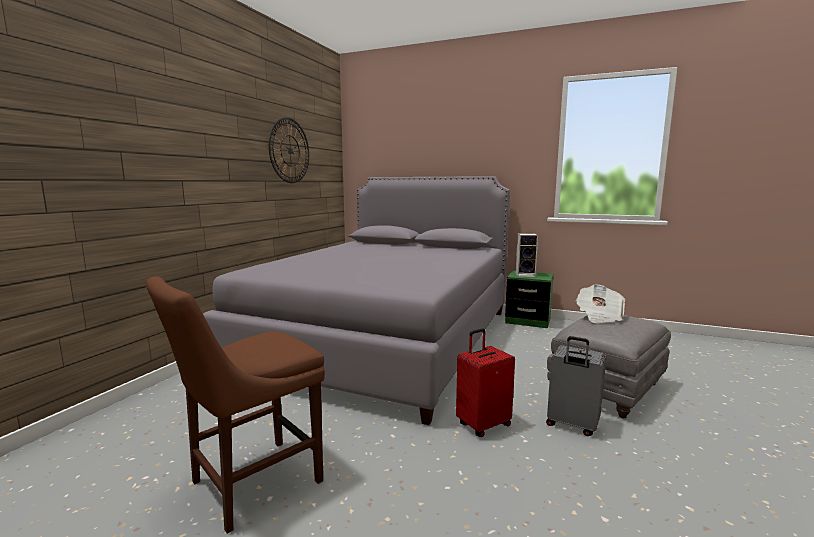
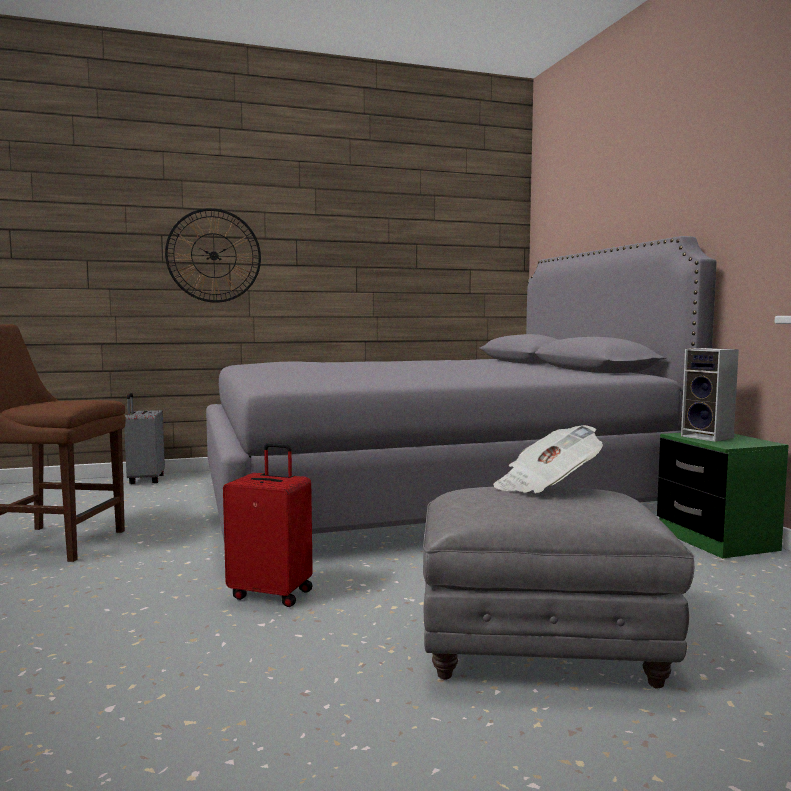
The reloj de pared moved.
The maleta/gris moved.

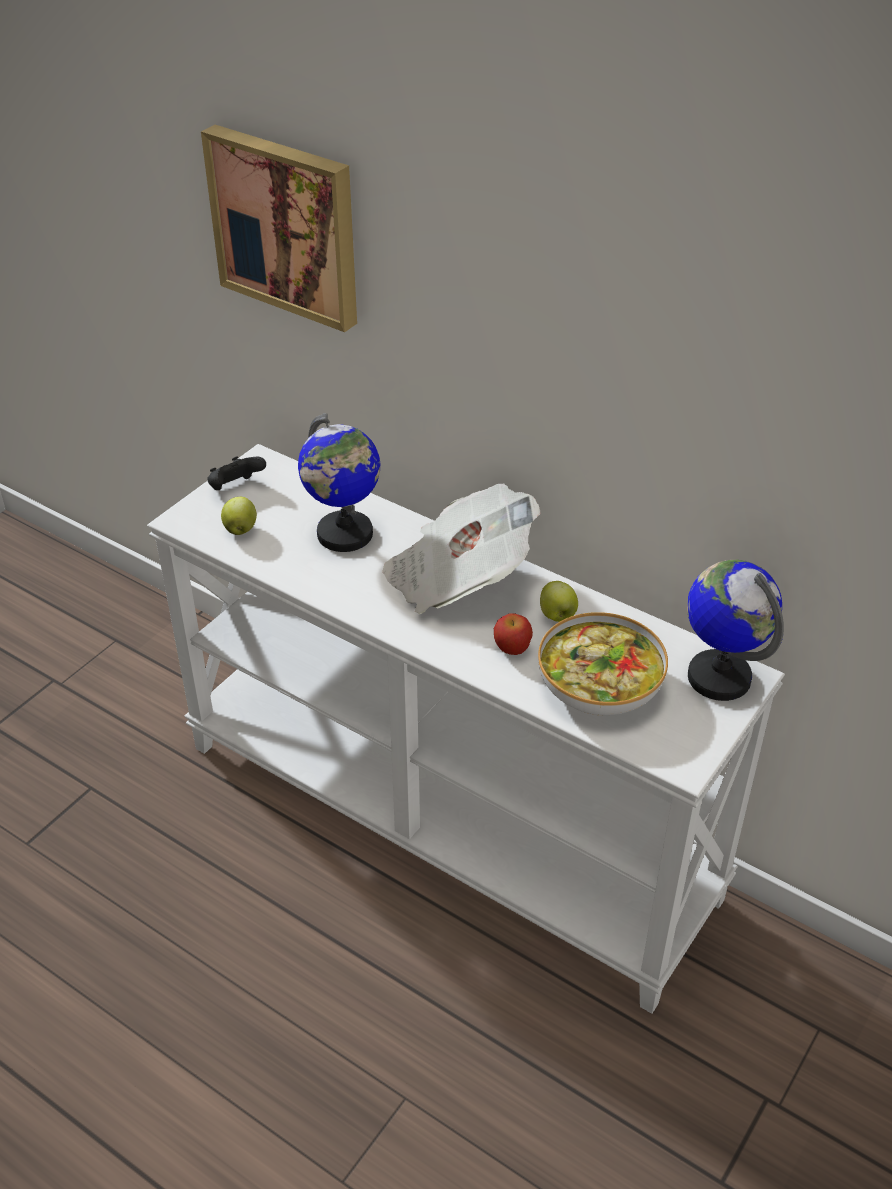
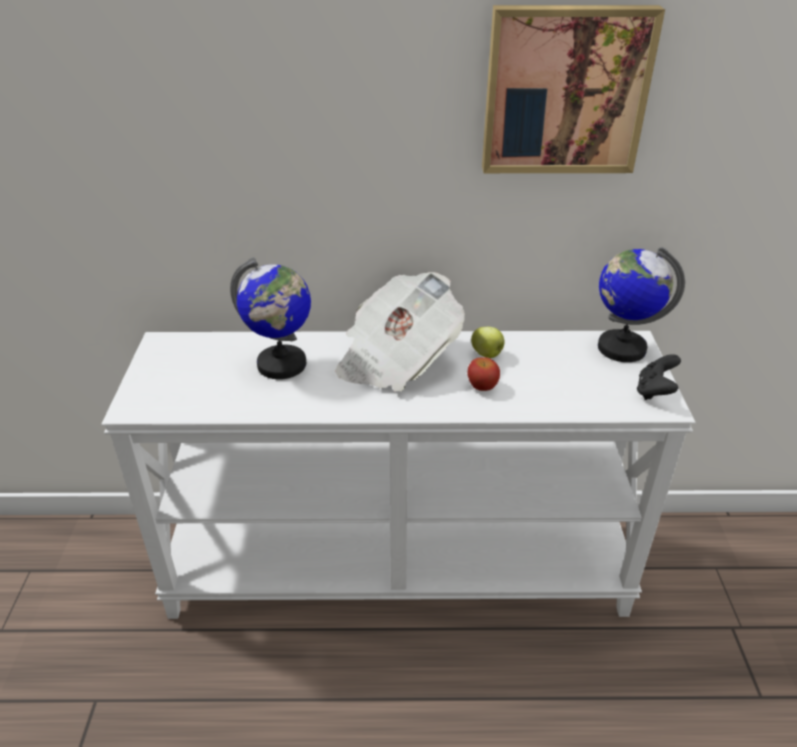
The cuadro moved.
The mando de consola/negro moved.
The manzana (1st from left) disappeared.
The cuenco disappeared.

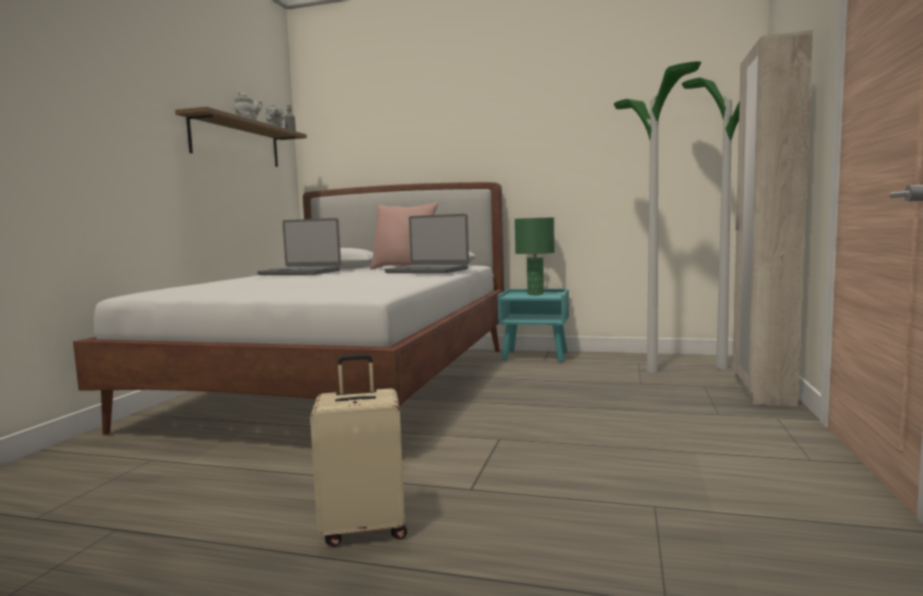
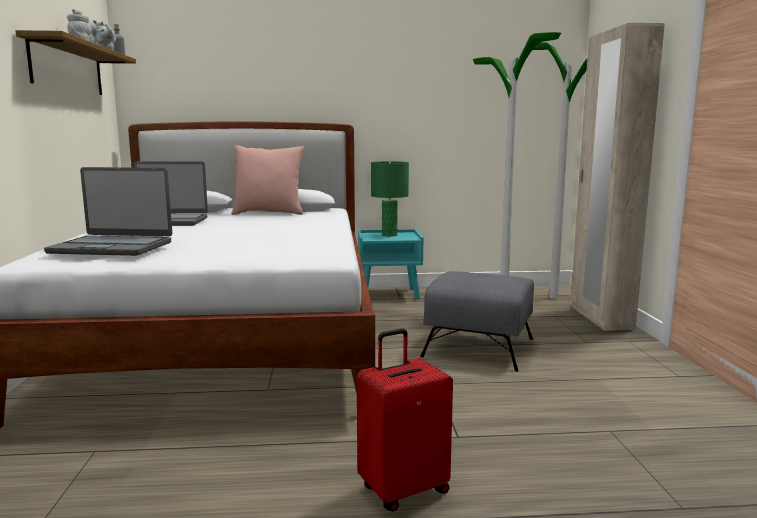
The portátil (2nd from left in the first image) moved.
The maleta/beis became the maleta/rojo.
The puf/gris appeared.

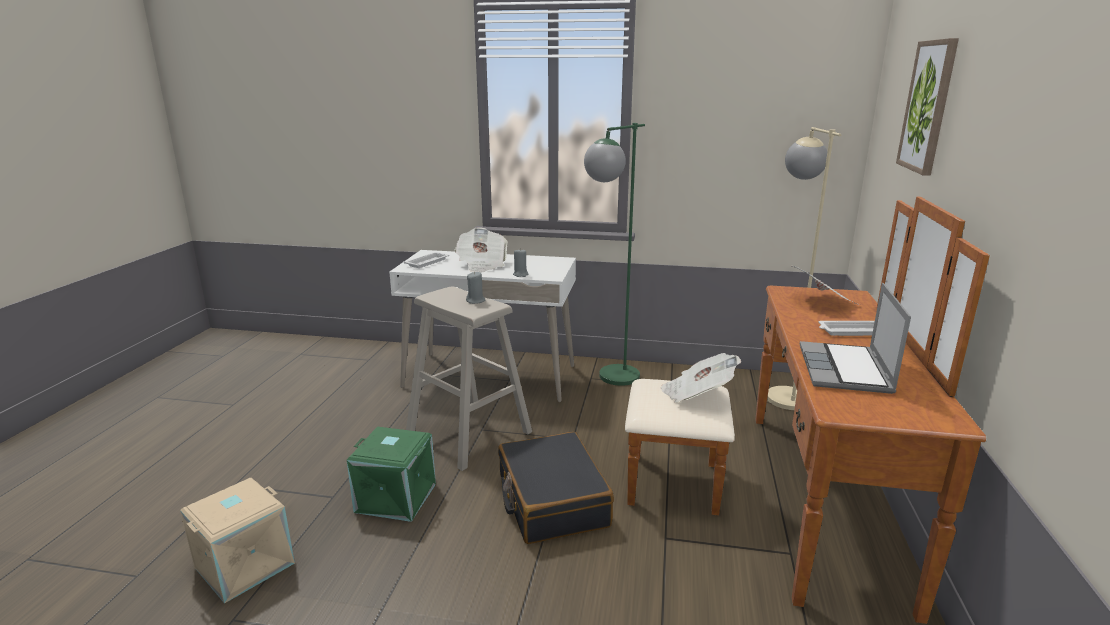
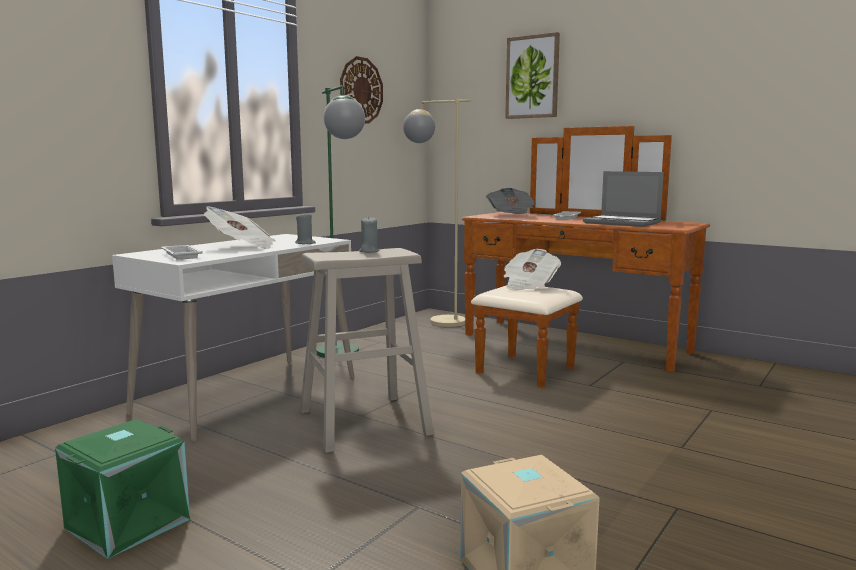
The caja de almacenaje/verde moved.
The maleta/negro disappeared.
The reloj de pared appeared.

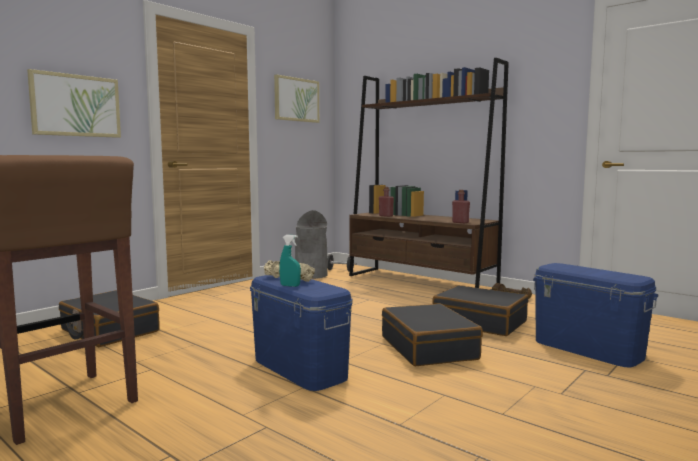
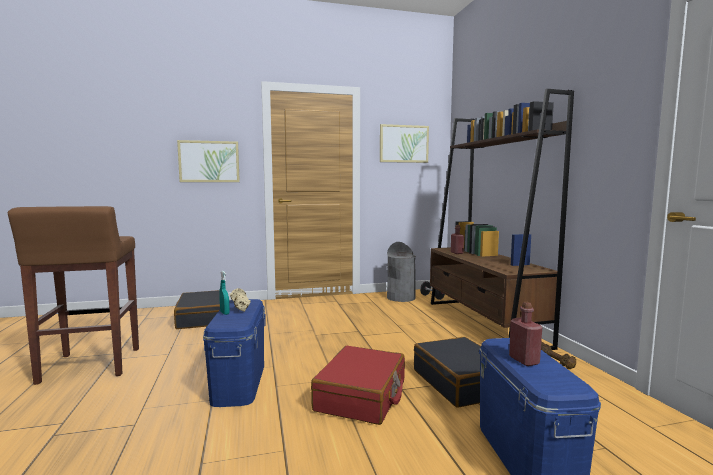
The botella/rojo (2nd from left) moved.
The maleta/negro (2nd from left) became the maleta/rojo.

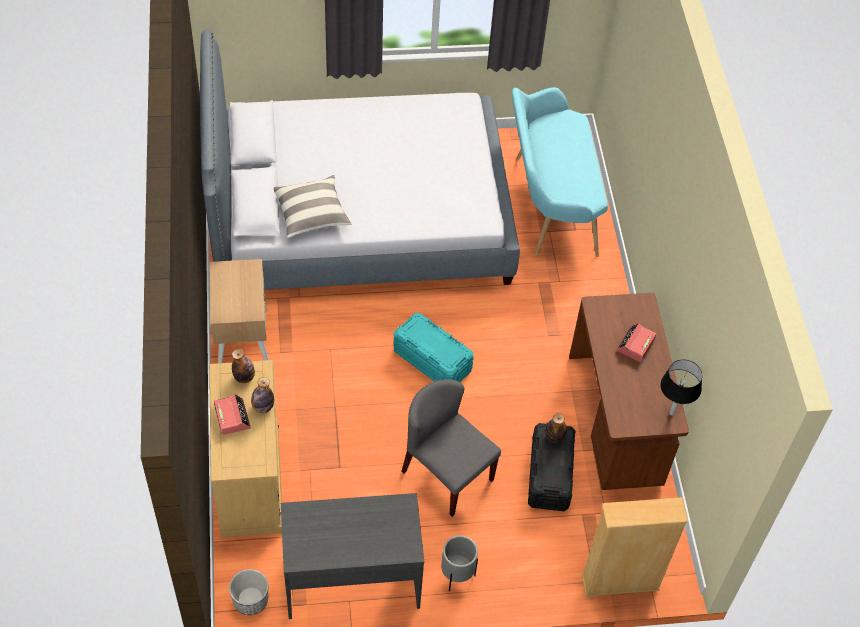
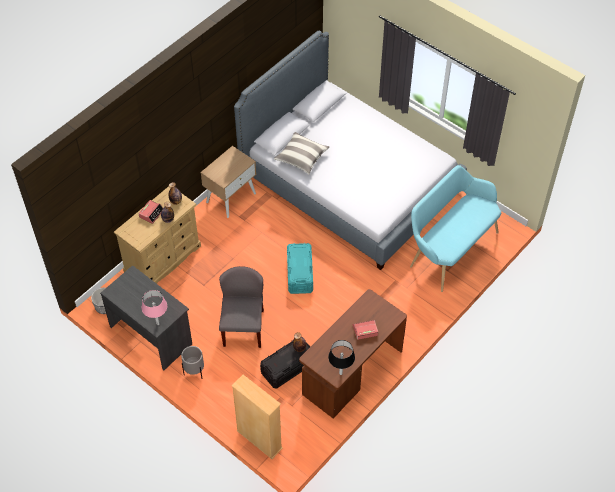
The lámpara de mesa/rosa appeared.

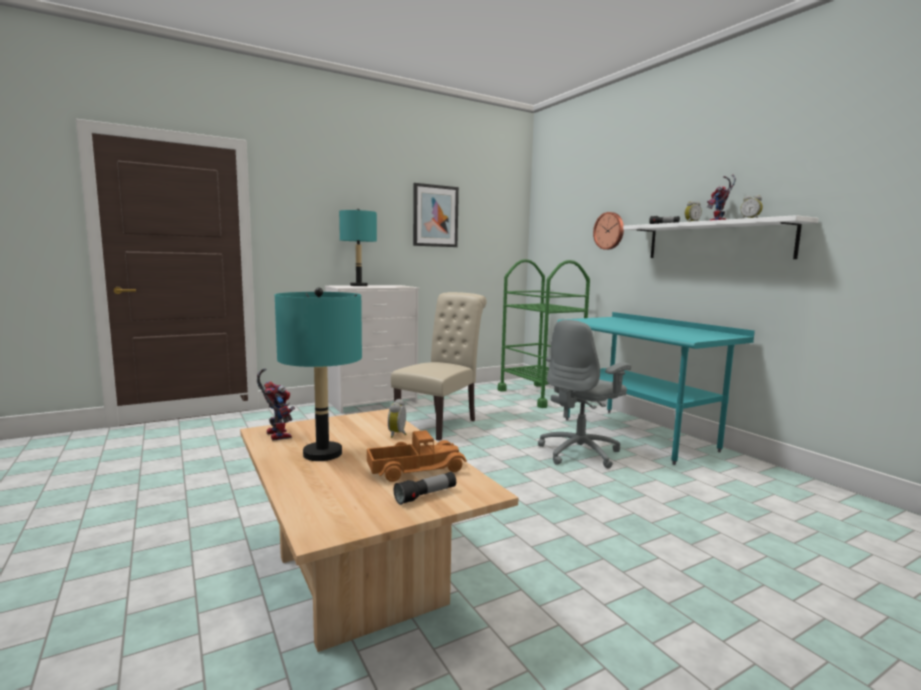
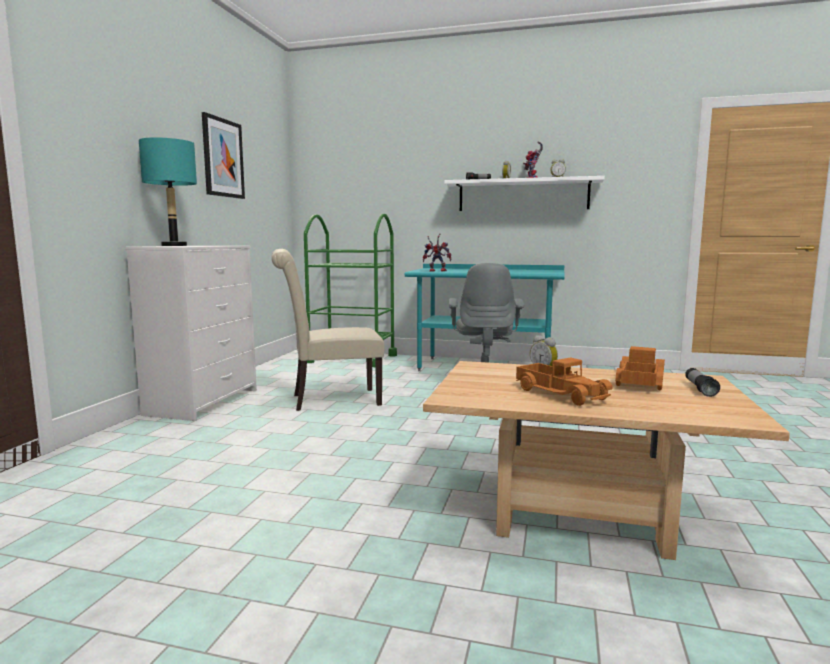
The reloj de pared disappeared.
The lámpara de mesa/turquesa (1st from left) was replaced by the camión de juguete (1st from left).
The silla/beis turned 90 degrees counterclockwise.
The robot de juguete (1st from left) moved.

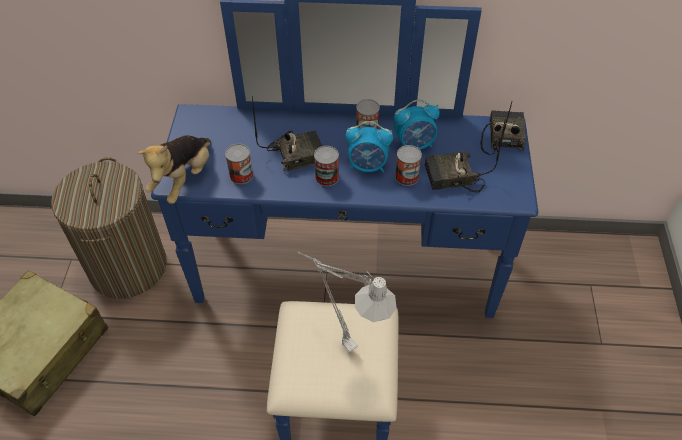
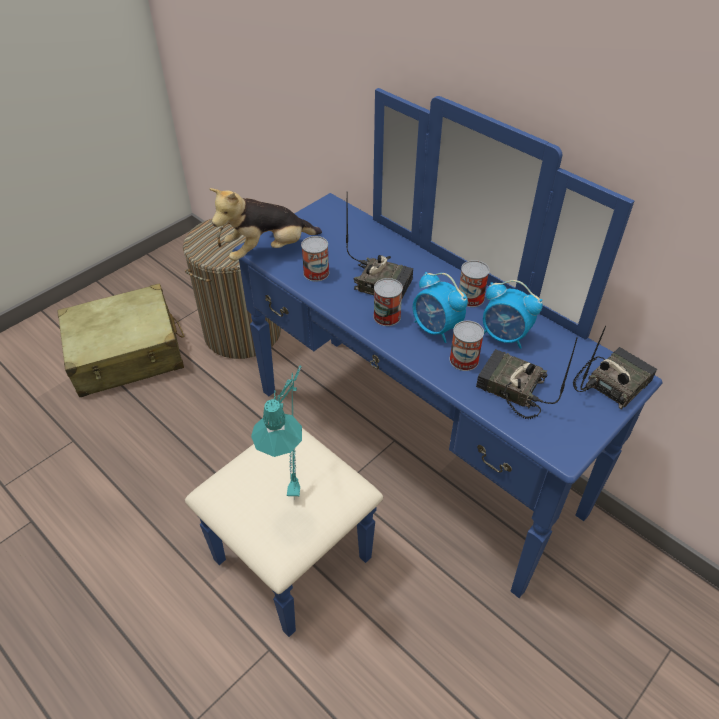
The lámpara de mesa/gris became the lámpara de mesa/turquesa.

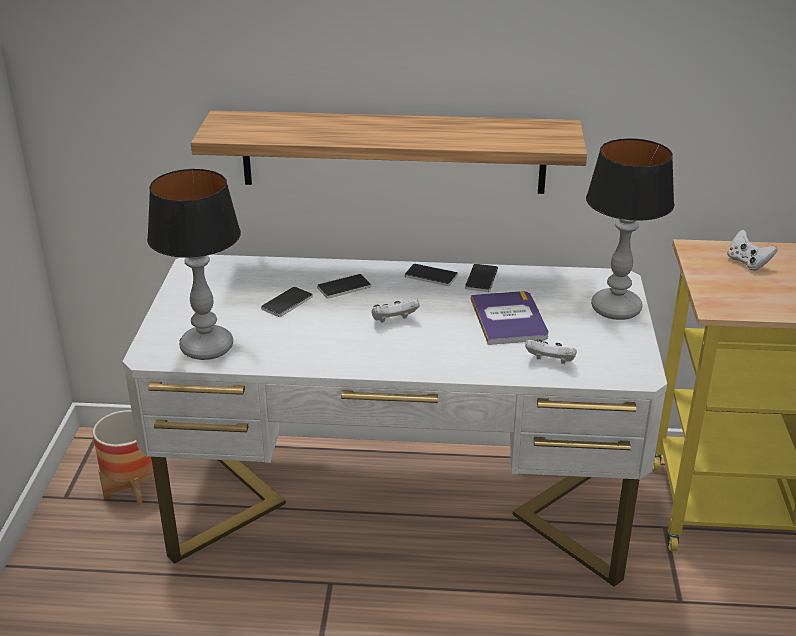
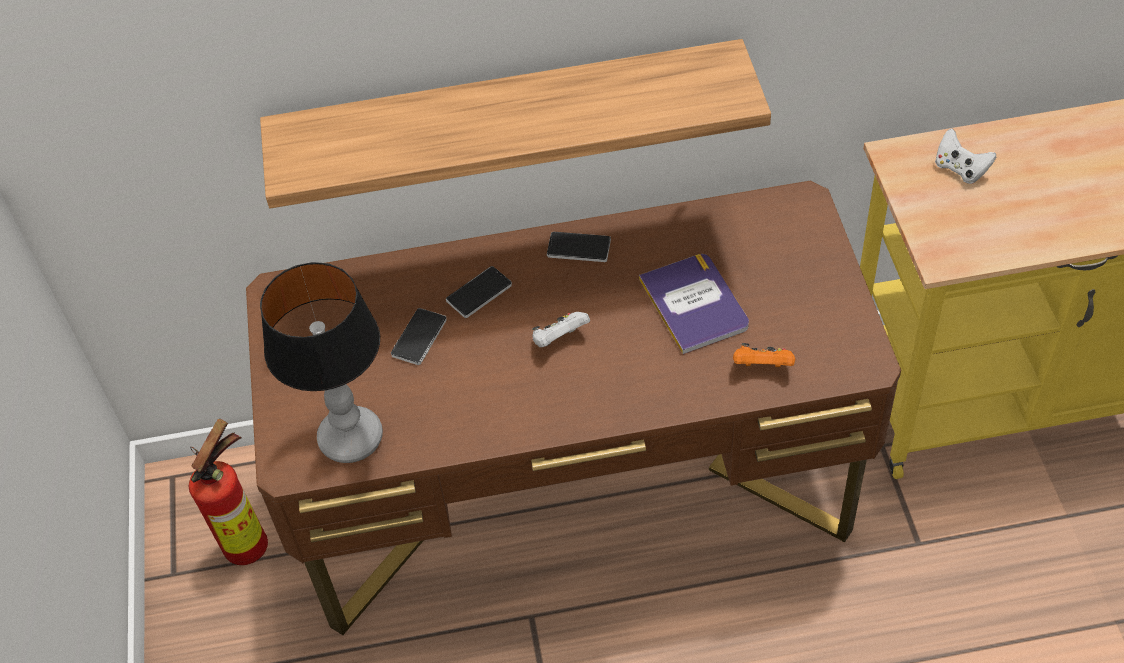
The lámpara de mesa (2nd from left) disappeared.
The escritorio/blanco became the escritorio/marrón.
The móvil (4th from left) disappeared.
The mando de consola/blanco (2nd from left) became the mando de consola/naranja.
The maceta was replaced by the extintor.

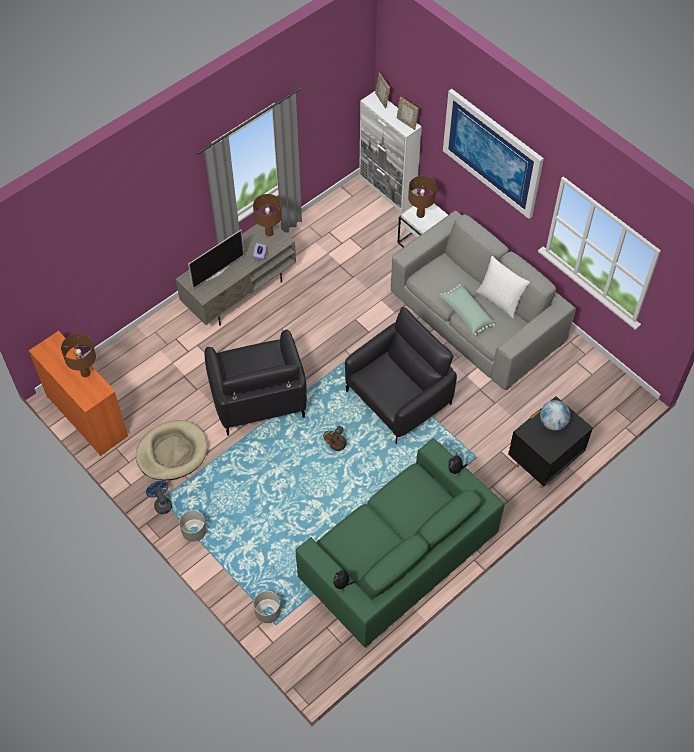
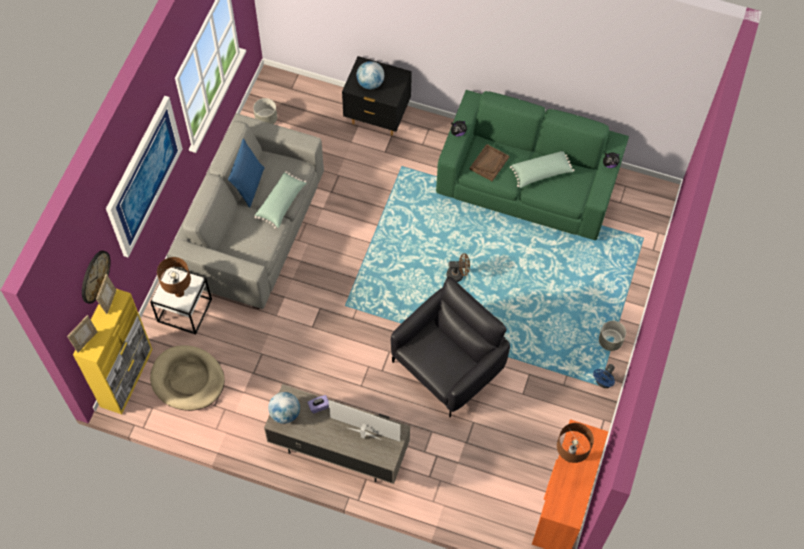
The armario/blanco became the armario/amarillo.
The lámpara de mesa/marrón (2nd from left) was replaced by the globo terráqueo (1st from left).
The cojín/blanco became the cojín/azul.
The sillón/negro (2nd from left) disappeared.
The cama para perro/beis moved.
The maceta/gris (2nd from left in the first image) moved.
The bandeja/marrón appeared.
The cojín/verde (2nd from left) appeared.
The reloj de pared appeared.

